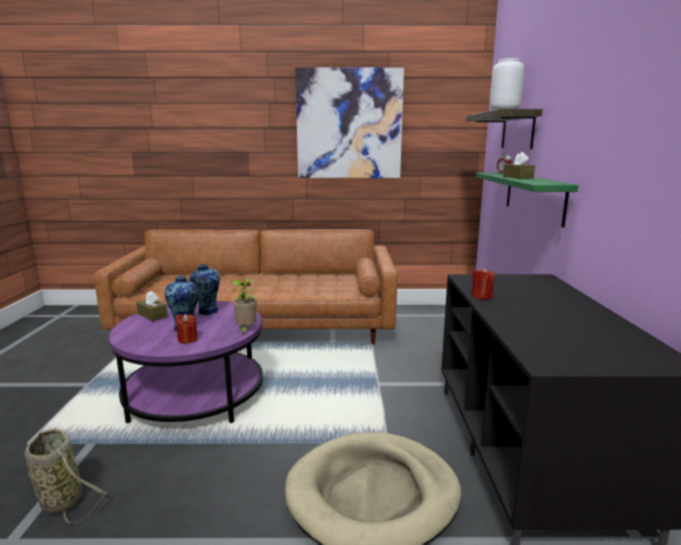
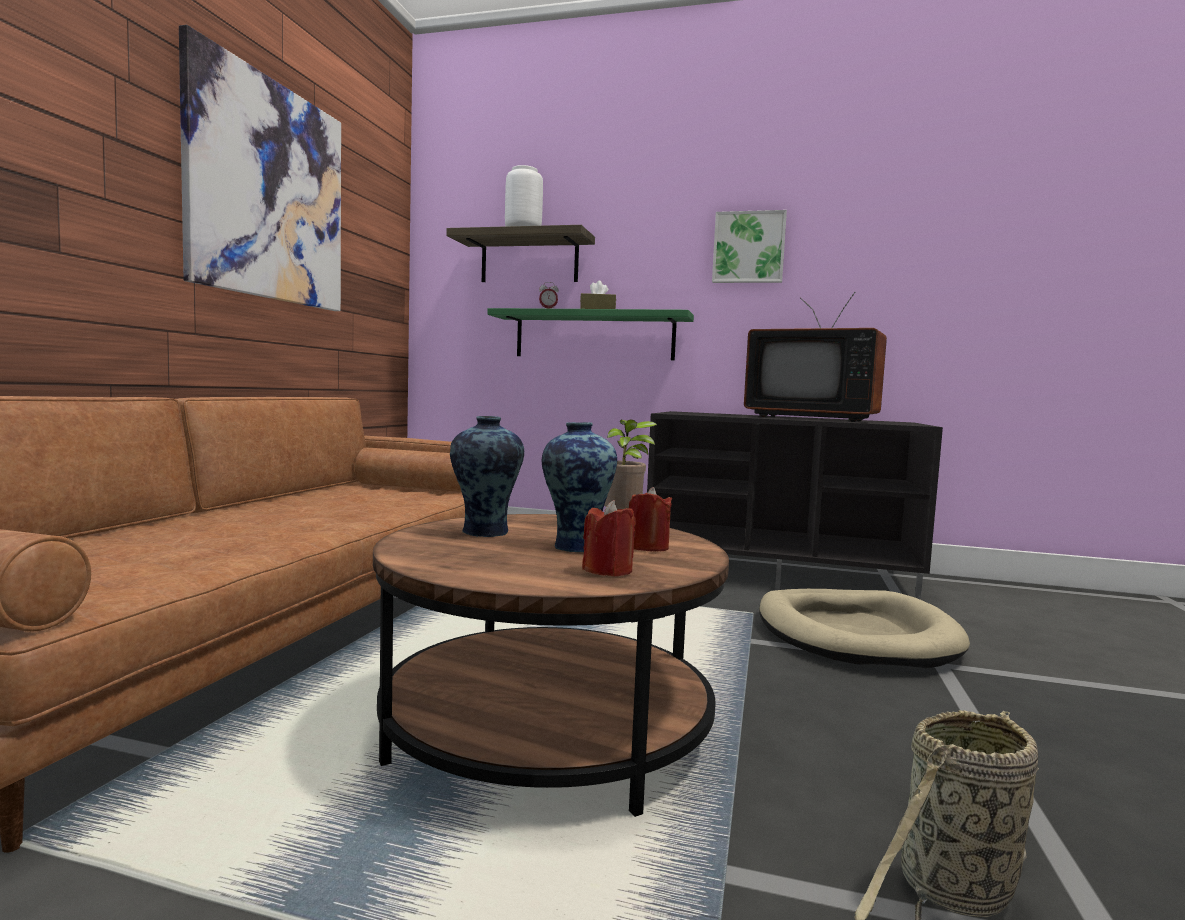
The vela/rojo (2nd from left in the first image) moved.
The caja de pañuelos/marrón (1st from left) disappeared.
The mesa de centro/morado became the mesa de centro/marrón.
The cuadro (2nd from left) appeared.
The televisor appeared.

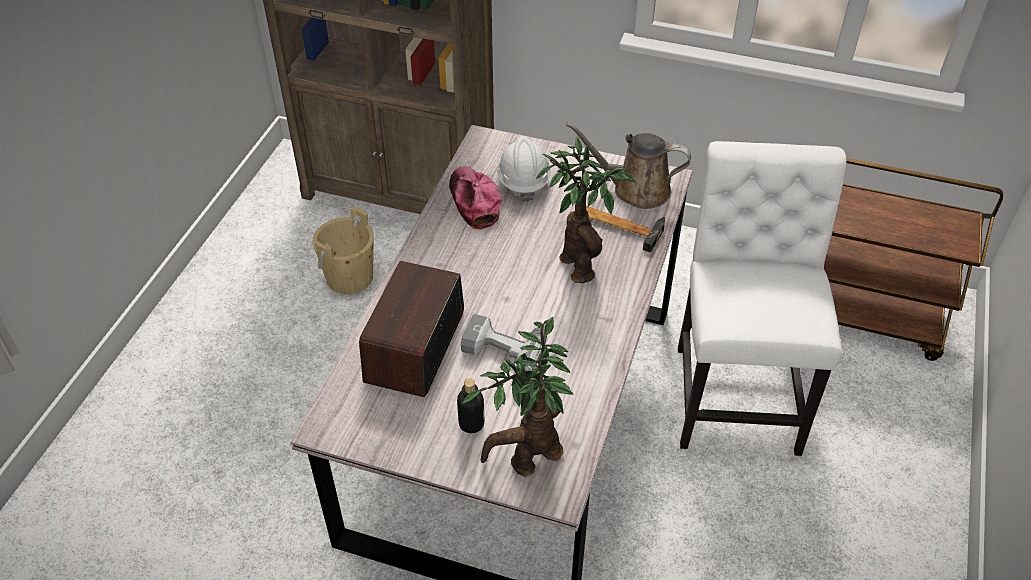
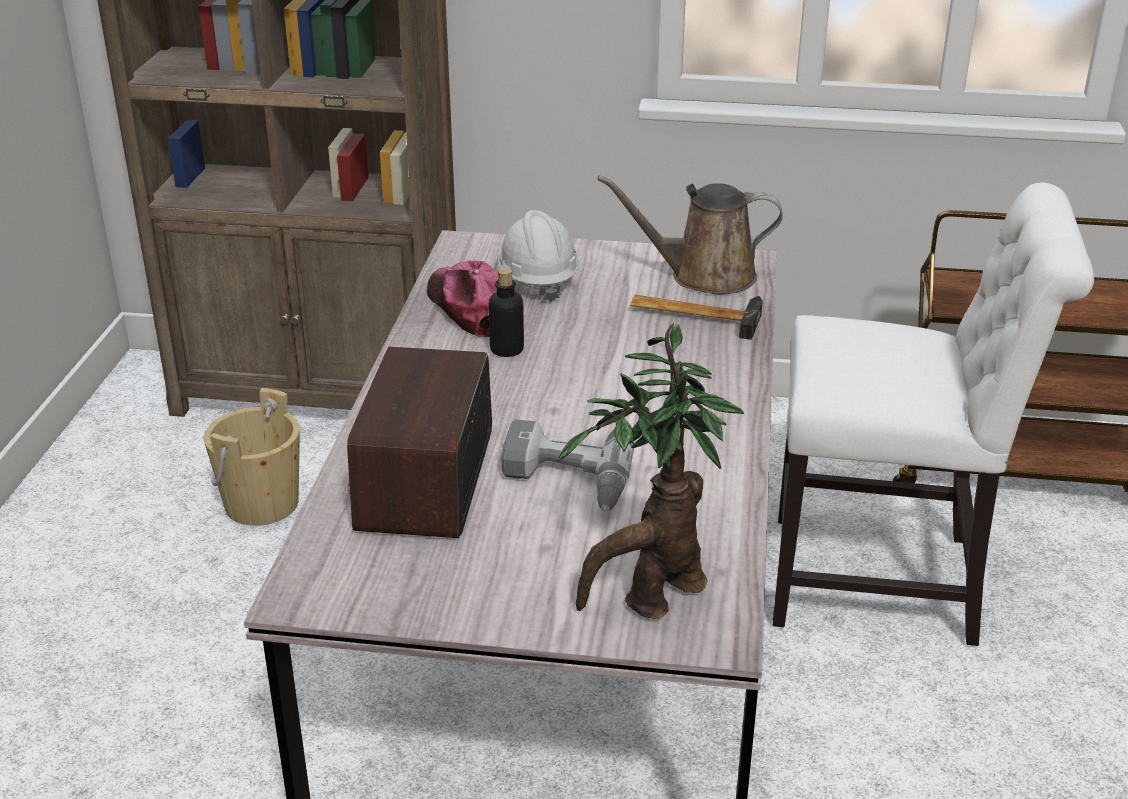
The planta en maceta (2nd from left) disappeared.
The silla/blanco turned 105 degrees clockwise.
The botella moved.

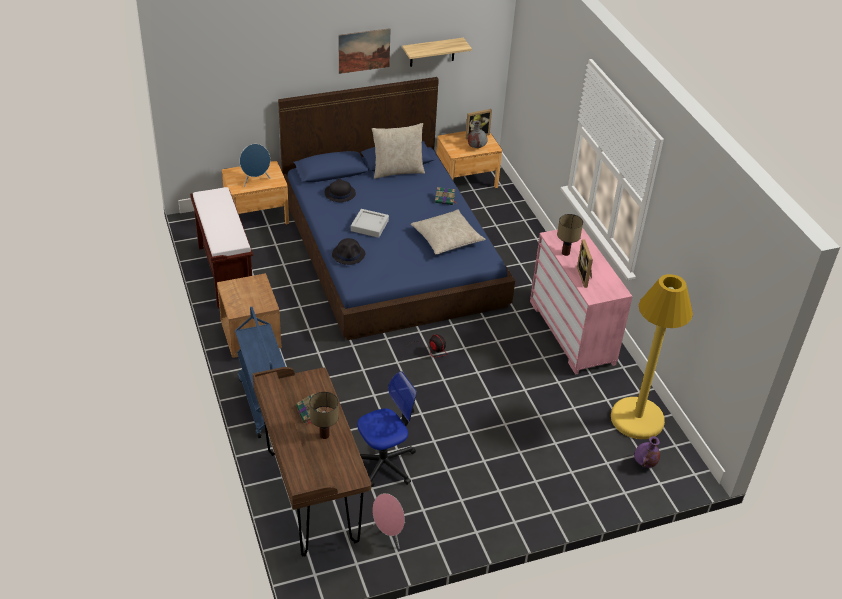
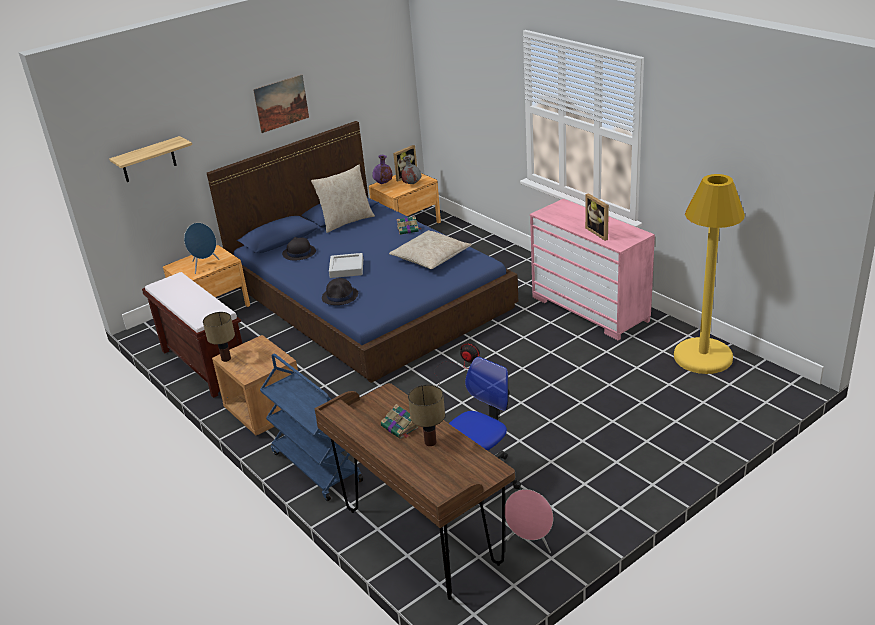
The estante moved.
The lámpara de mesa (2nd from left in the first image) moved.
The florero/morado moved.

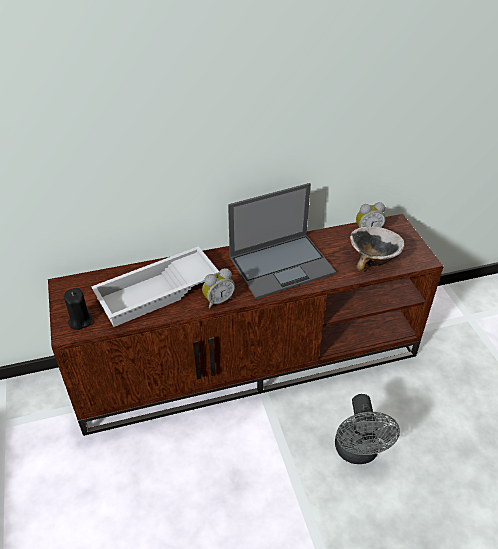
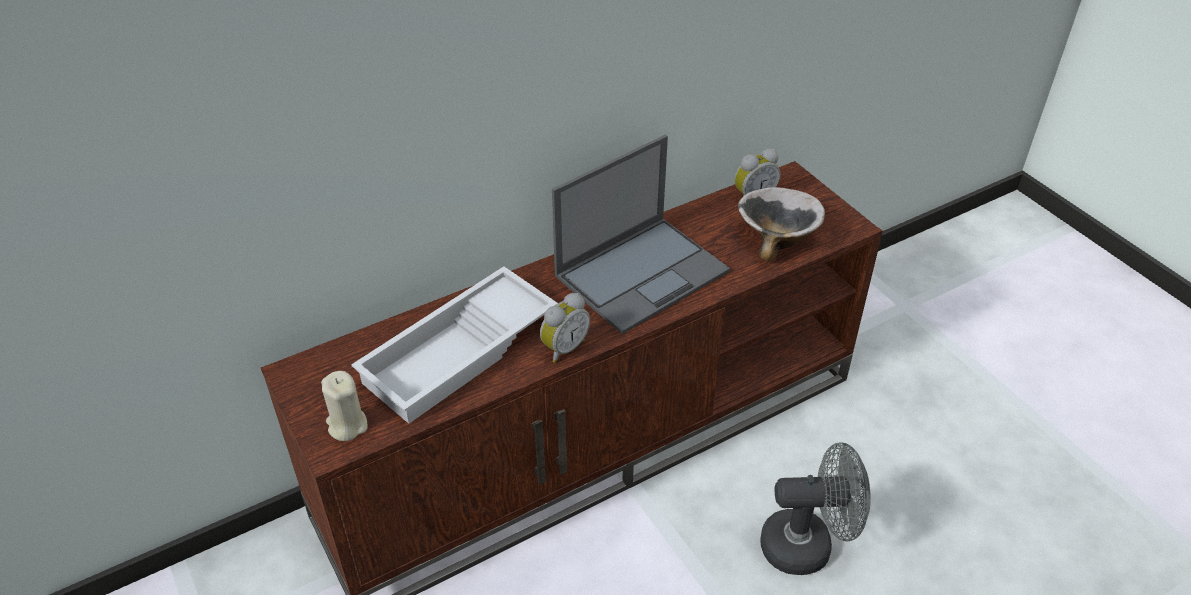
The vela/negro became the vela/beis.
The ventilador/gris turned 75 degrees counterclockwise.

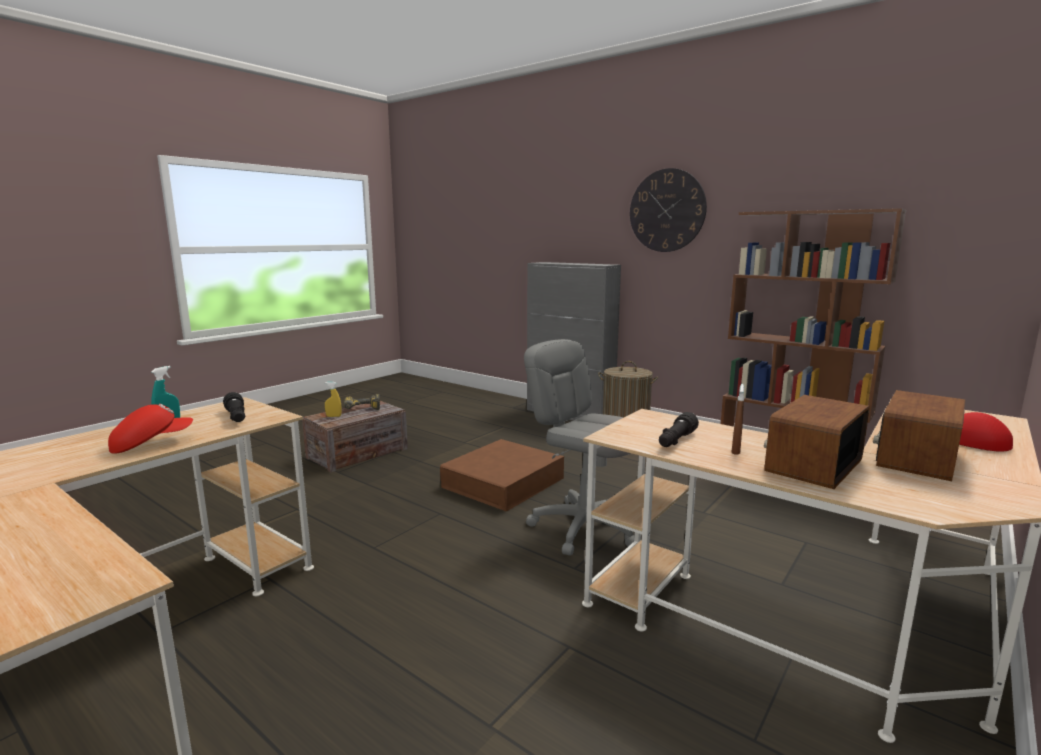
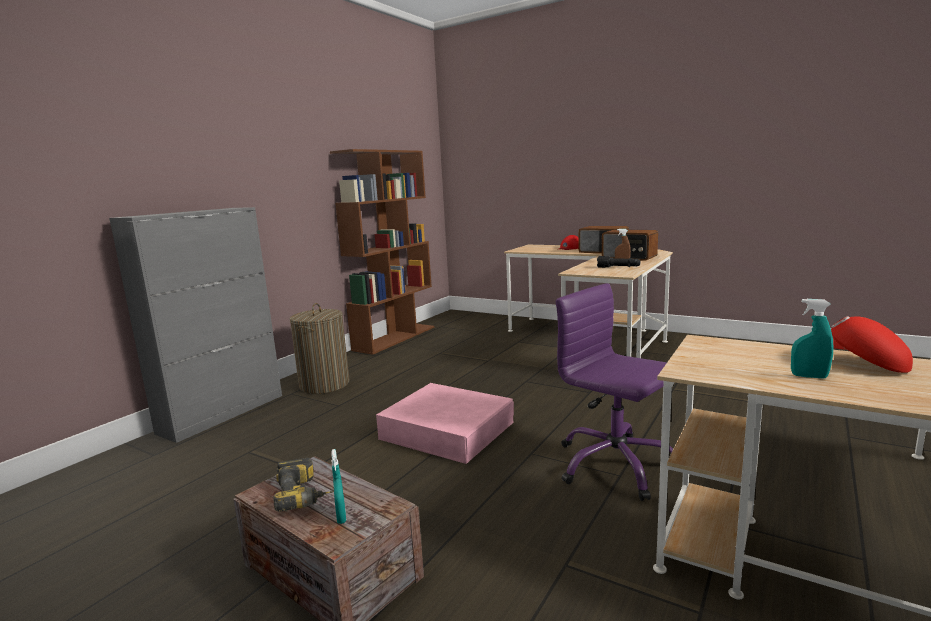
The reloj de pared disappeared.
The silla de oficina/gris disappeared.
The pulverizador/amarillo became the pulverizador/turquesa (1st from left).
The linterna/negro (1st from left) disappeared.
The caja de almacenaje/marrón became the caja de almacenaje/rosa.
The silla de oficina/morado appeared.

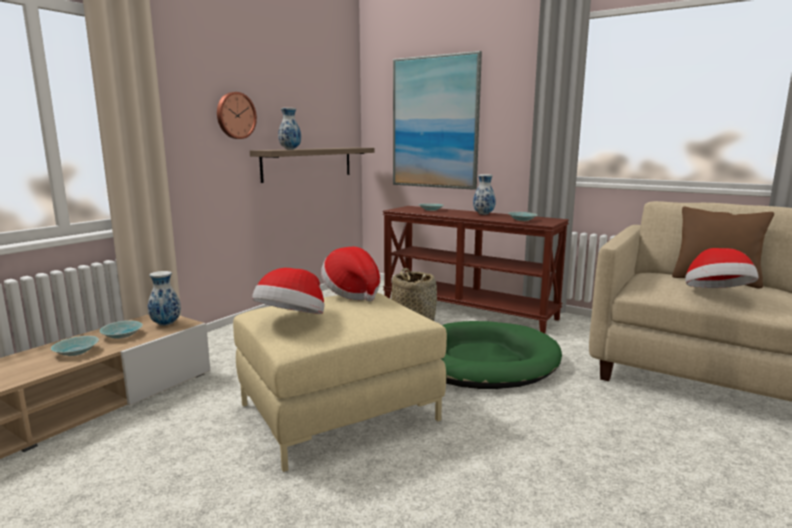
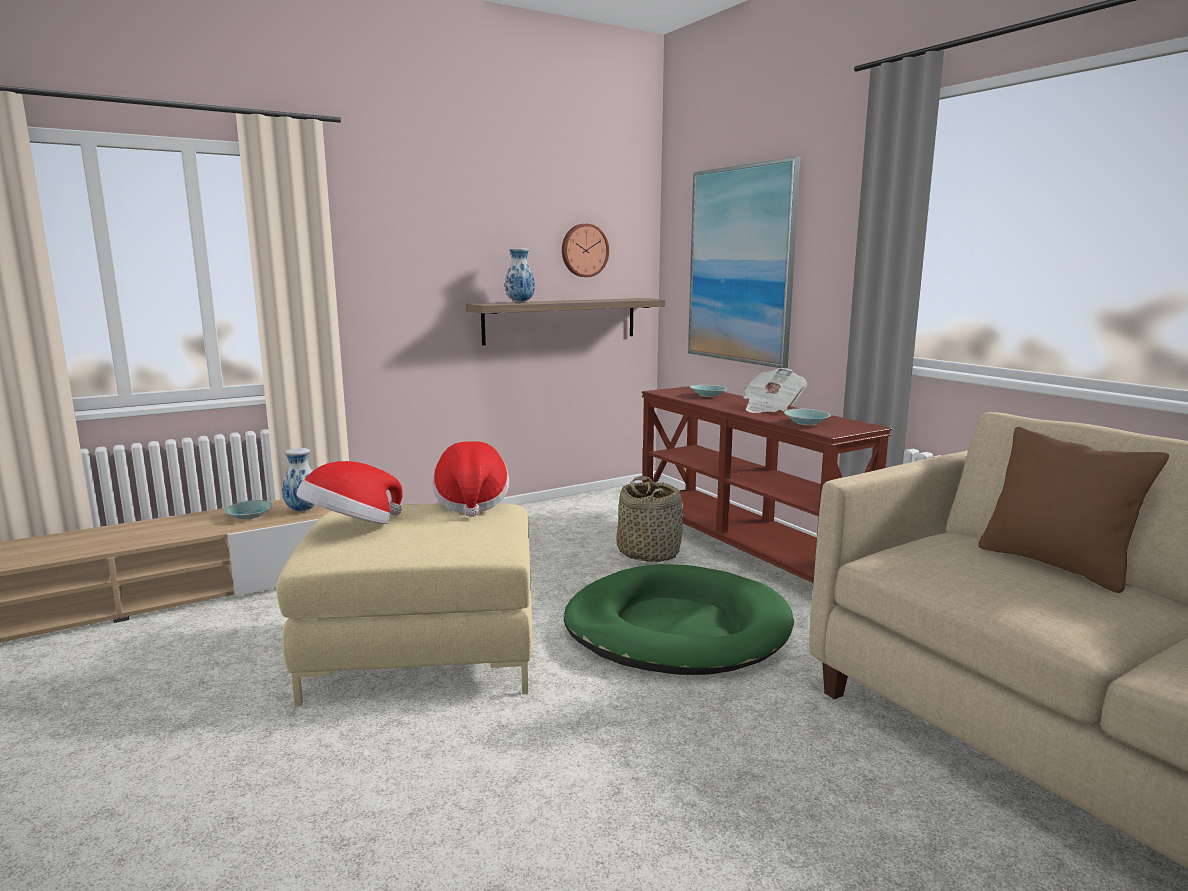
The reloj de pared moved.
The florero (3rd from left) was replaced by the periódico.
The sombrero (3rd from left) disappeared.
The cuenco/turquesa (1st from left) disappeared.

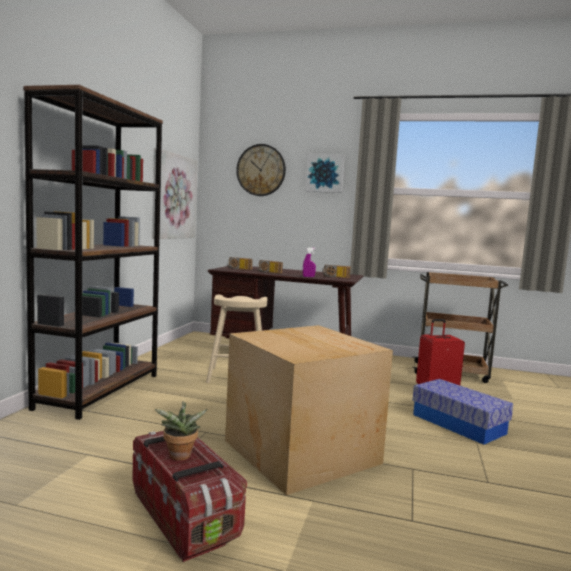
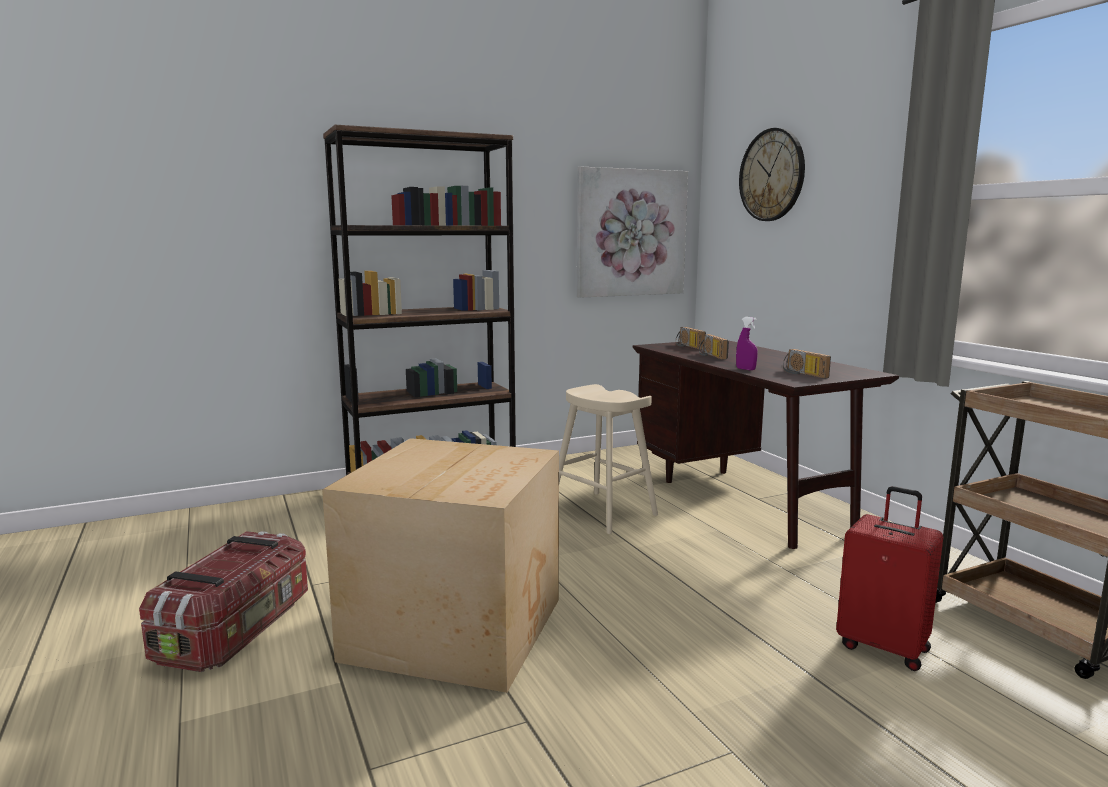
The cuadro (2nd from left) disappeared.
The caja de almacenaje (2nd from left) disappeared.
The planta en maceta disappeared.

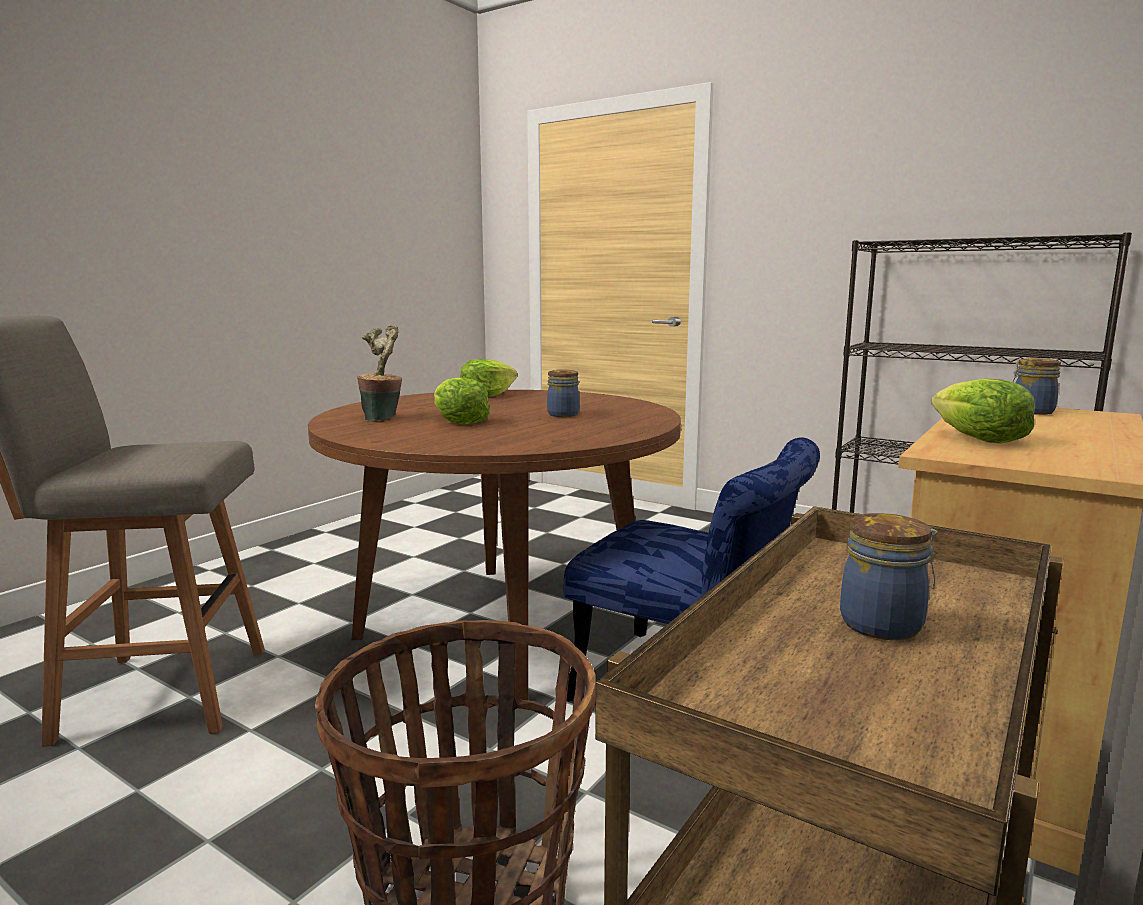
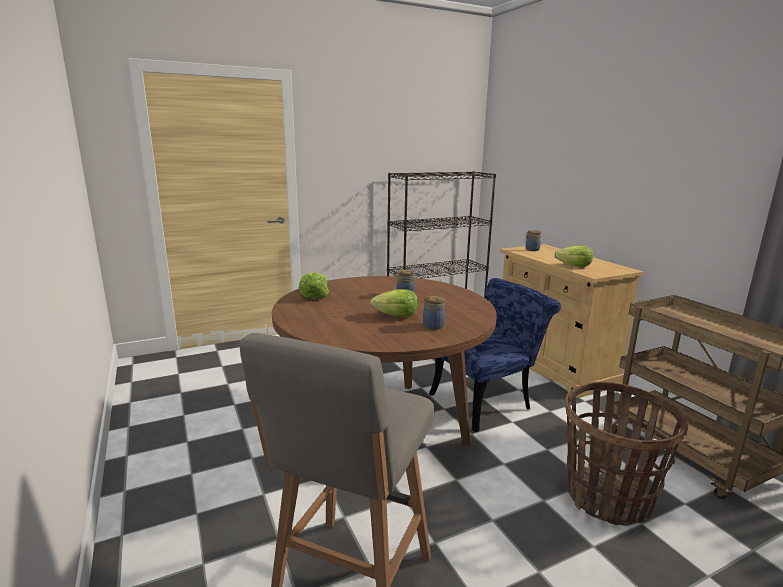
The planta en maceta disappeared.
The tarro (2nd from left) moved.

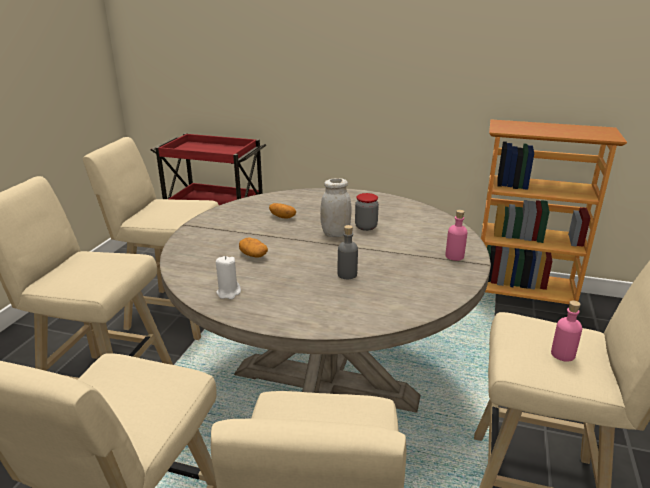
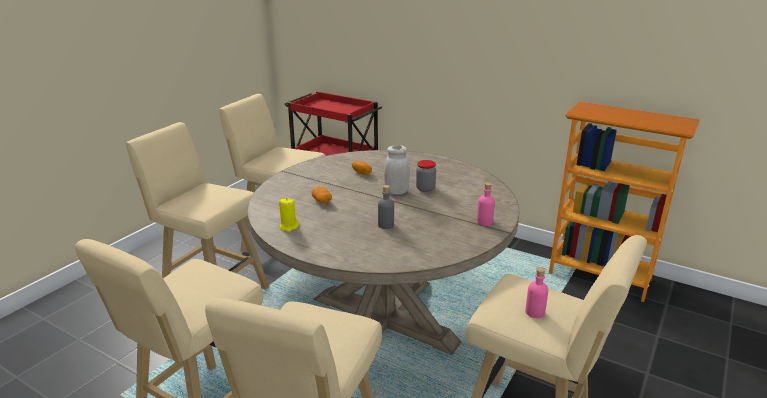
The vela/blanco became the vela/amarillo.

